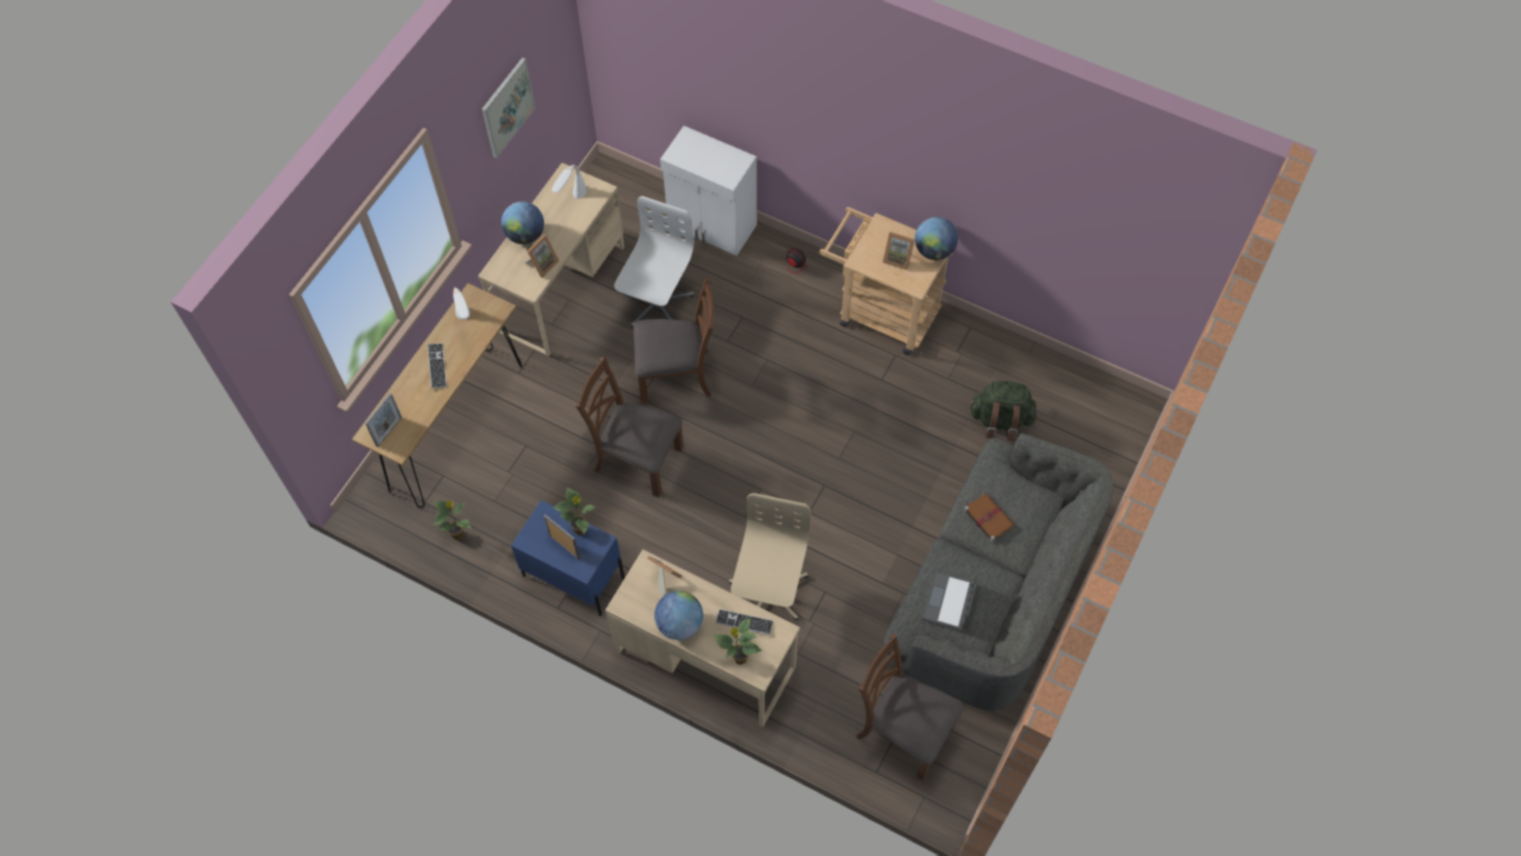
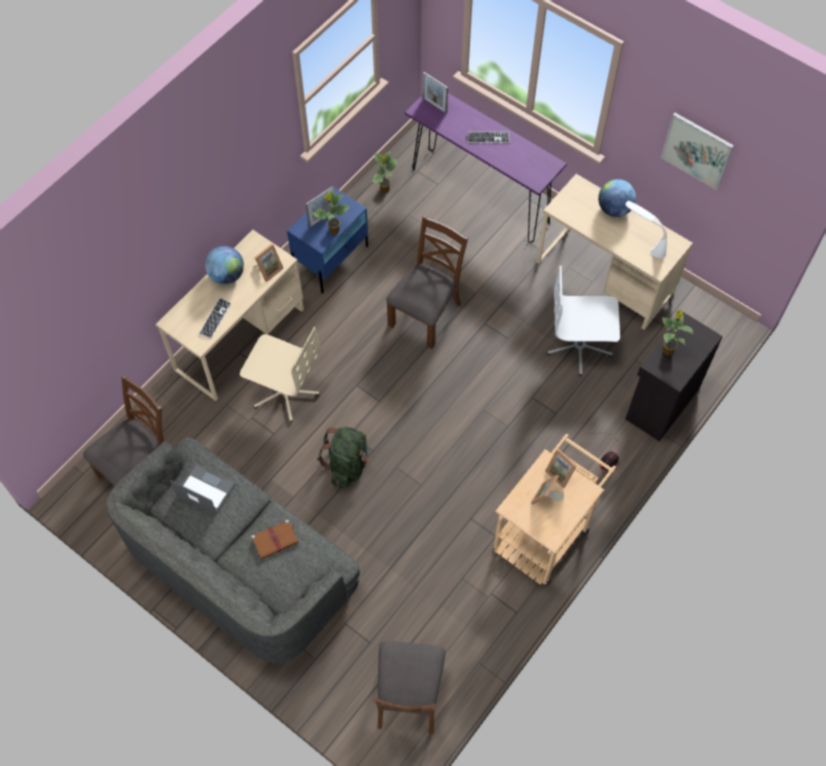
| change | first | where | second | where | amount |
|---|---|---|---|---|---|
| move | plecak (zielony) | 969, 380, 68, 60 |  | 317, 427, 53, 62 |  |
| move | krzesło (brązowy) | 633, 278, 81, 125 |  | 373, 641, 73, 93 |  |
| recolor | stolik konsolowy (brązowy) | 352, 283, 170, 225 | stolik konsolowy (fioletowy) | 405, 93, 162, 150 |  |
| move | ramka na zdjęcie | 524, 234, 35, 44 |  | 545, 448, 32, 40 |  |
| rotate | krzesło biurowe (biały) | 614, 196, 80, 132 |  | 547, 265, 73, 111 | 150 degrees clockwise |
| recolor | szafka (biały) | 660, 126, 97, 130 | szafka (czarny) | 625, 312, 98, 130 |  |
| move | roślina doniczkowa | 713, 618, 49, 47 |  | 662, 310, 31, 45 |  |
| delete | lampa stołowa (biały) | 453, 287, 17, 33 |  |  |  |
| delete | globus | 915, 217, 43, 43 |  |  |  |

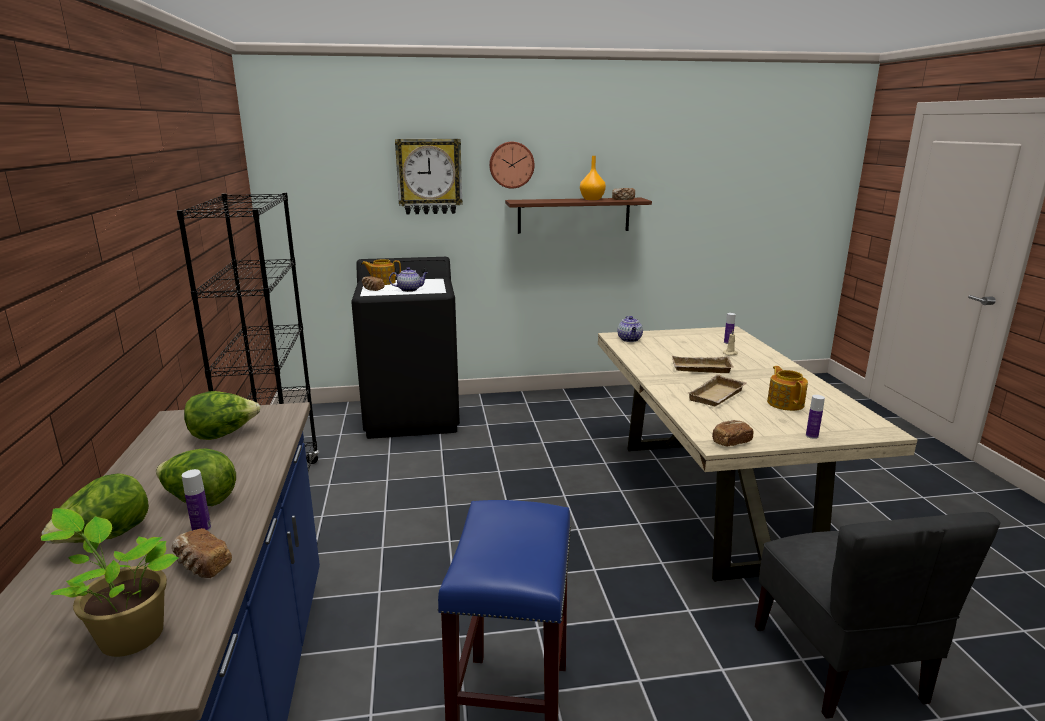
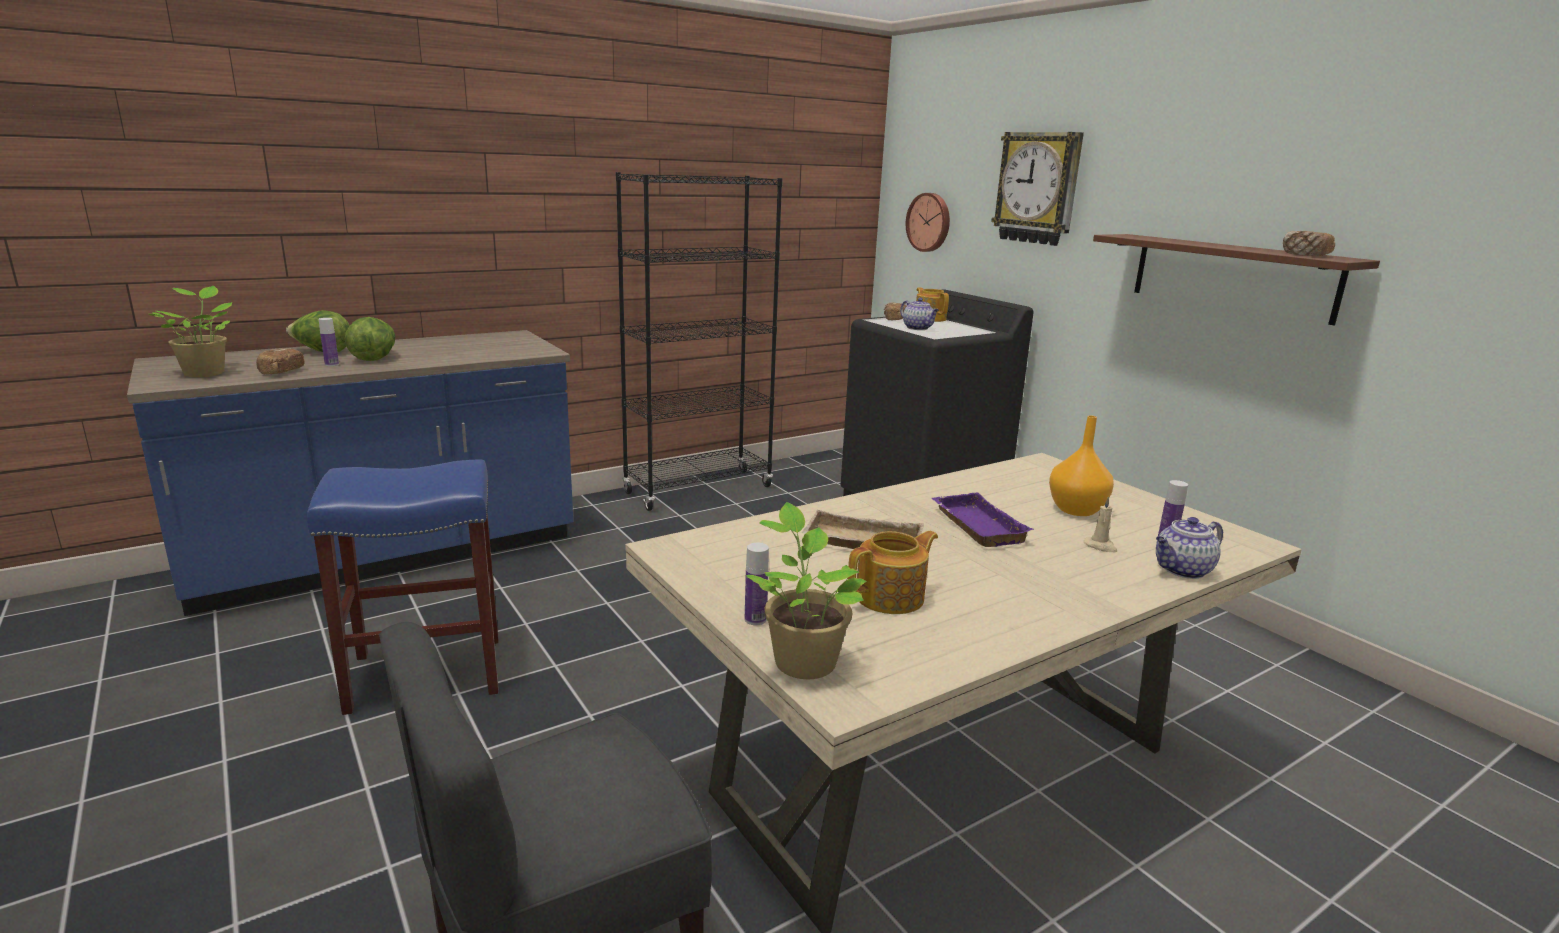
| change | first | where | second | where | amount |
|---|---|---|---|---|---|
| insert |  |  | roślina doniczkowa | 746, 502, 120, 177 |  |
| move | zegar ścienny | 489, 142, 45, 47 |  | 906, 193, 44, 59 |  |
| recolor | taca (beżowy) | 672, 356, 61, 17 | taca (fioletowy) | 931, 492, 103, 55 |  |
| move | wazon (pomarańczowy) | 580, 156, 26, 44 |  | 1049, 415, 65, 101 |  |
| move | imbryk | 617, 316, 26, 26 |  | 1156, 517, 67, 62 |  |
| delete | sałata | 184, 391, 77, 49 |  |  |  |
| delete | chleb | 712, 420, 42, 26 |  |  |  |

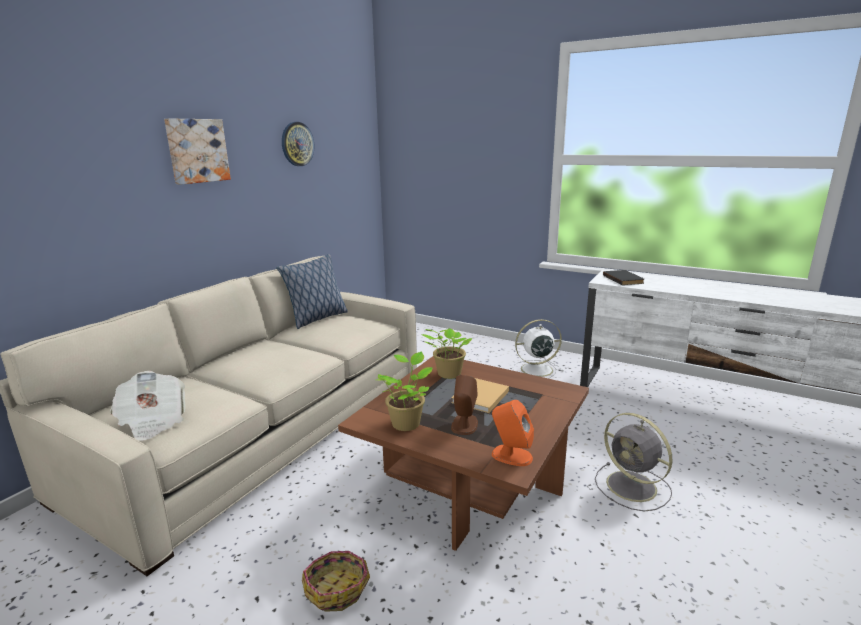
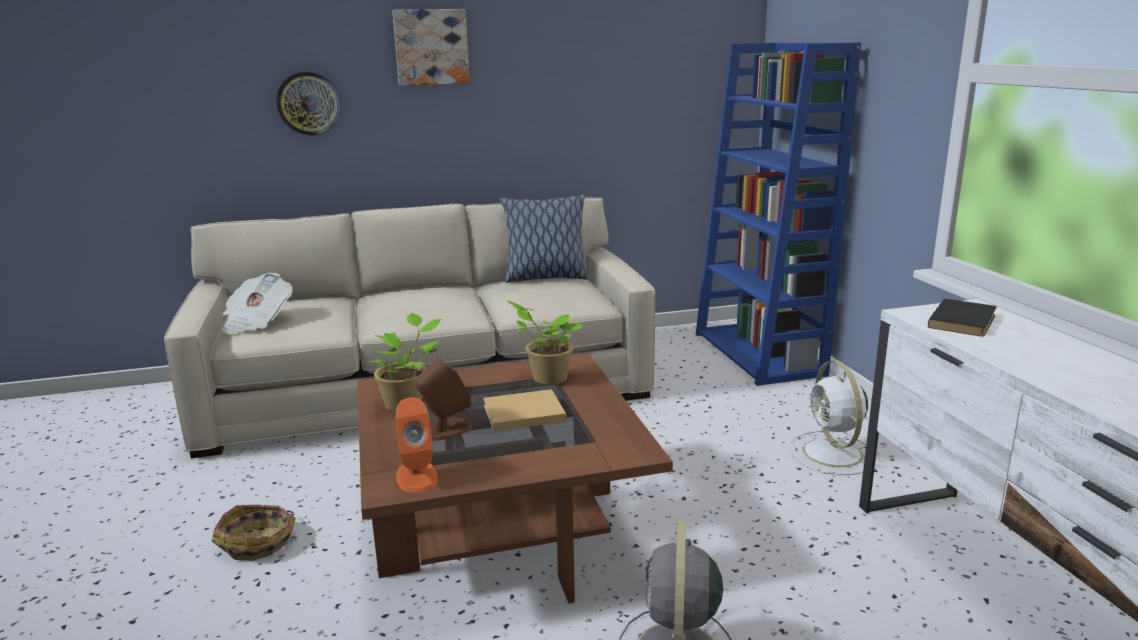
| change | first | where | second | where | amount |
|---|---|---|---|---|---|
| move | zegar ścienny | 282, 122, 32, 44 |  | 276, 72, 65, 64 |  |
| insert |  |  | regał (niebieski) | 696, 42, 165, 344 |  |
| rotate | wentylator (biały) | 513, 319, 51, 60 |  | 790, 361, 91, 114 | 135 degrees counterclockwise |

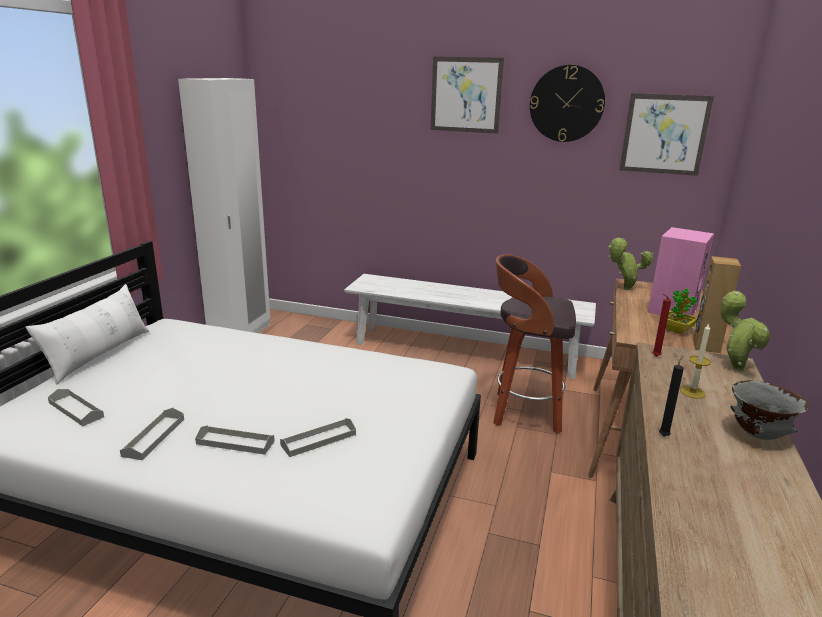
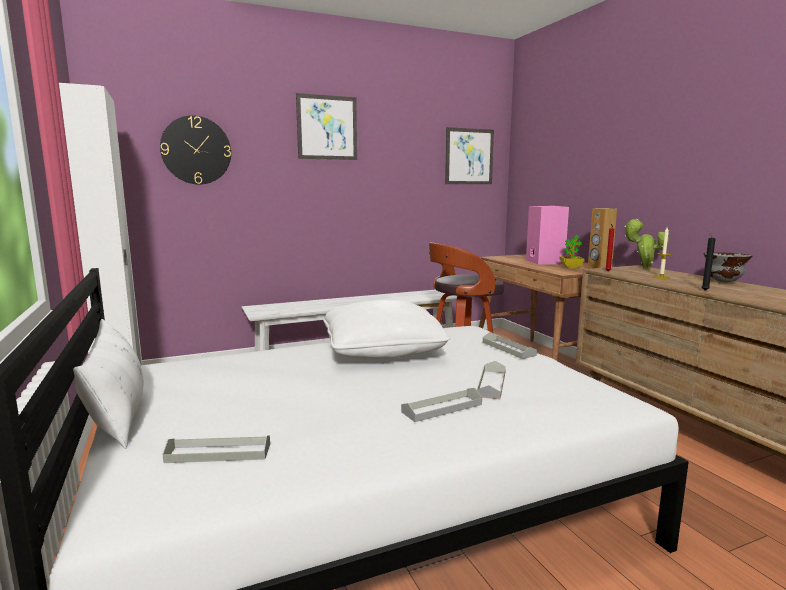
| change | first | where | second | where | amount |
|---|---|---|---|---|---|
| move | zegar ścienny | 530, 65, 75, 77 |  | 160, 115, 71, 69 |  |
| insert |  |  | poduszka (biały) | 323, 300, 128, 59 |  |
| move | taca (szary) | 120, 408, 64, 52 |  | 483, 332, 54, 27 |  |
| delete | roślina doniczkowa | 609, 238, 45, 52 |  |  |  |

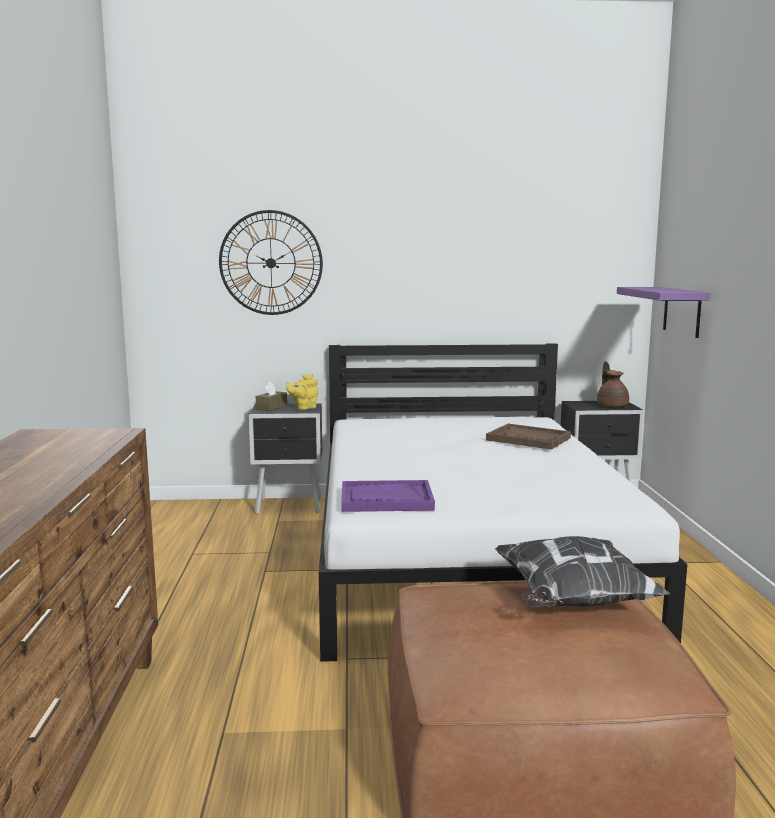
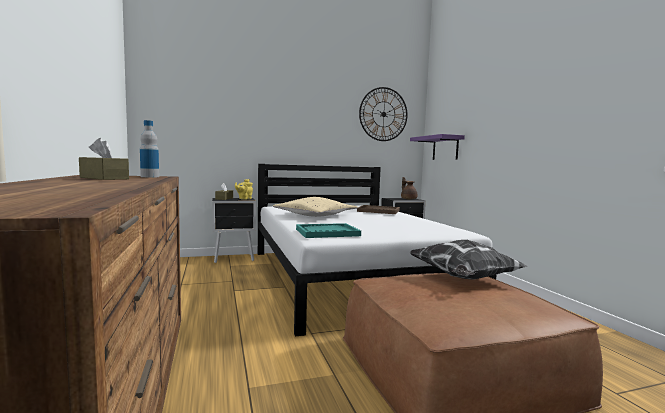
| change | first | where | second | where | amount |
|---|---|---|---|---|---|
| insert |  |  | pudełko chusteczek (brązowy) | 79, 138, 50, 42 |  |
| insert |  |  | butelka | 140, 120, 19, 57 |  |
| insert |  |  | poduszka (beżowy) | 273, 197, 85, 20 |  |
| recolor | taca (fioletowy) | 342, 480, 93, 32 | taca (turkusowy) | 296, 223, 65, 15 |  |
| move | zegar ścienny | 219, 210, 104, 105 |  | 359, 87, 48, 54 |  |

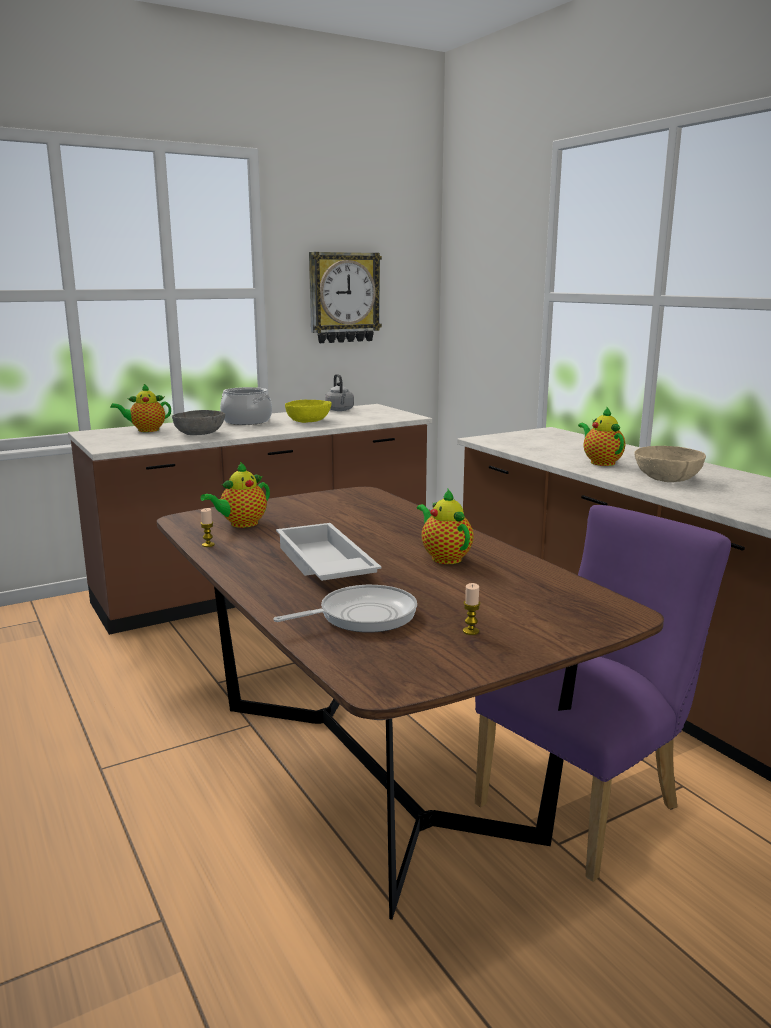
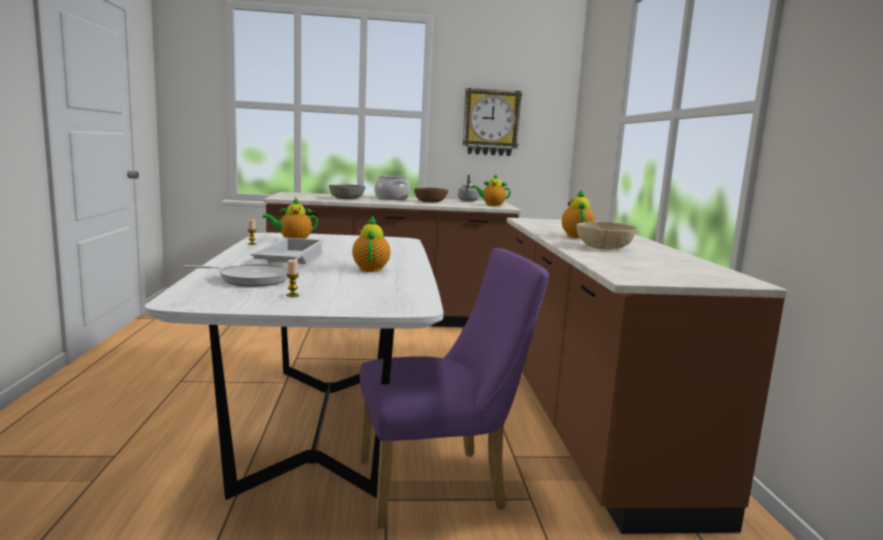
| change | first | where | second | where | amount |
|---|---|---|---|---|---|
| recolor | stół jadalny (brązowy) | 157, 487, 507, 433 | stół jadalny (biały) | 144, 233, 299, 267 |  |
| recolor | miska (żółty) | 285, 400, 47, 23 | miska (brązowy) | 414, 188, 34, 14 |  |
| move | imbryk | 111, 383, 60, 49 |  | 472, 174, 39, 33 |  |

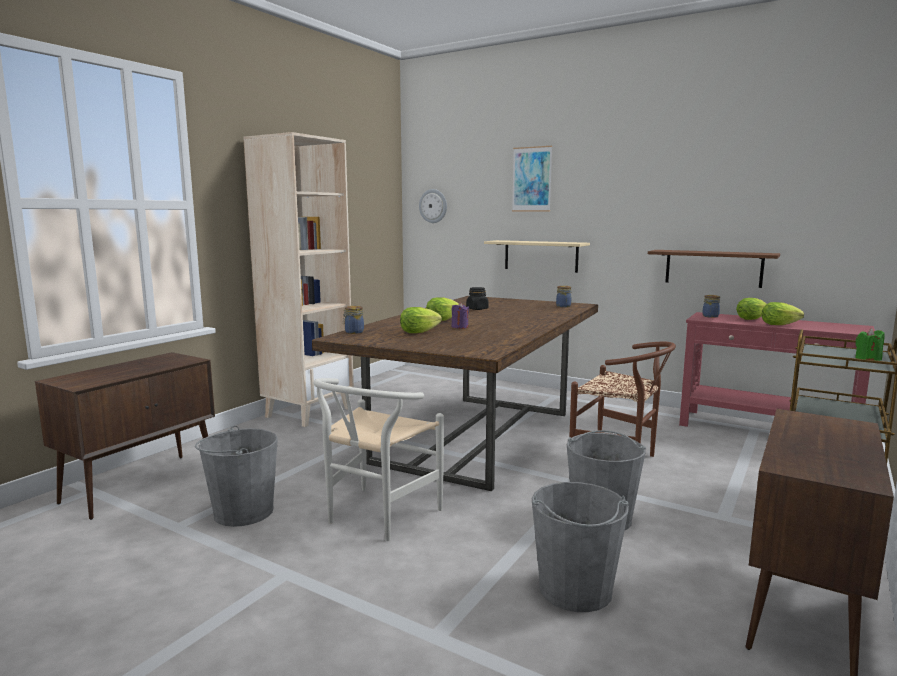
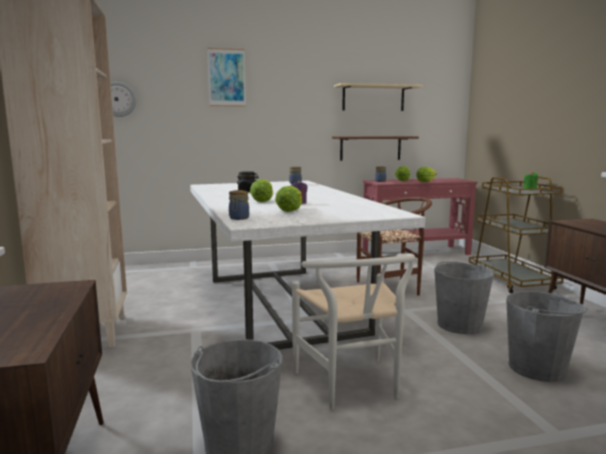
| change | first | where | second | where | amount |
|---|---|---|---|---|---|
| recolor | stół jadalny (brązowy) | 312, 296, 286, 195 | stół jadalny (biały) | 190, 181, 235, 168 |  |
| move | półka (beżowy) | 484, 240, 106, 33 |  | 334, 83, 89, 28 |  |

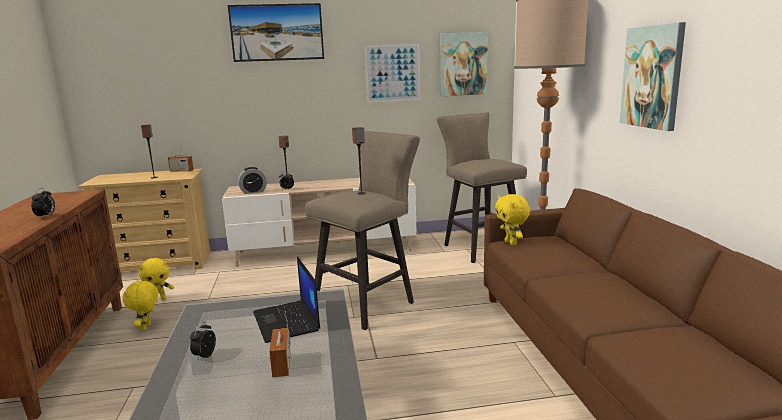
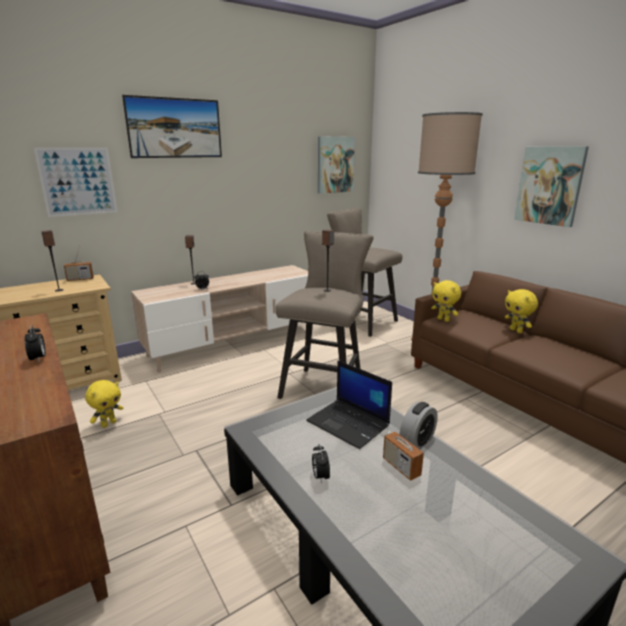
| change | first | where | second | where | amount |
|---|---|---|---|---|---|
| move | obraz | 365, 44, 55, 58 |  | 34, 147, 84, 70 |  |
| move | budzik | 238, 167, 29, 27 |  | 399, 402, 39, 47 |  |
| move | pluszak (żółty) | 123, 280, 35, 51 |  | 505, 289, 33, 44 |  |

